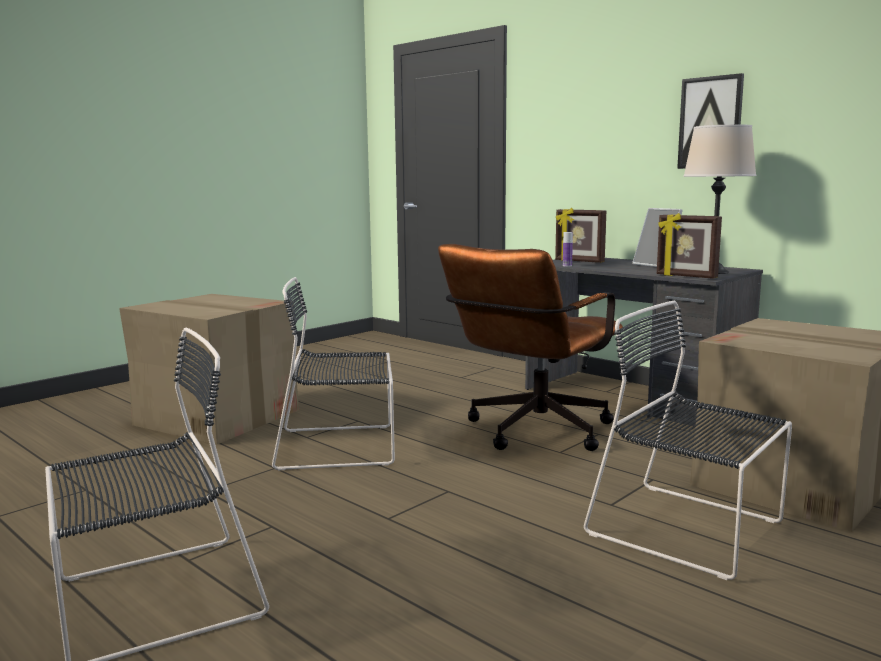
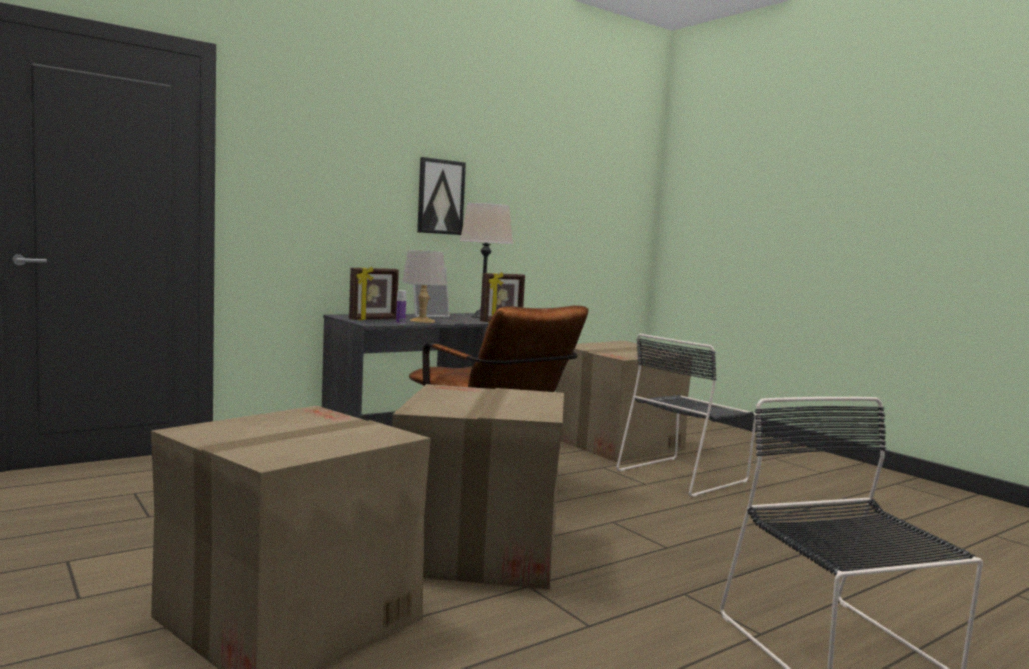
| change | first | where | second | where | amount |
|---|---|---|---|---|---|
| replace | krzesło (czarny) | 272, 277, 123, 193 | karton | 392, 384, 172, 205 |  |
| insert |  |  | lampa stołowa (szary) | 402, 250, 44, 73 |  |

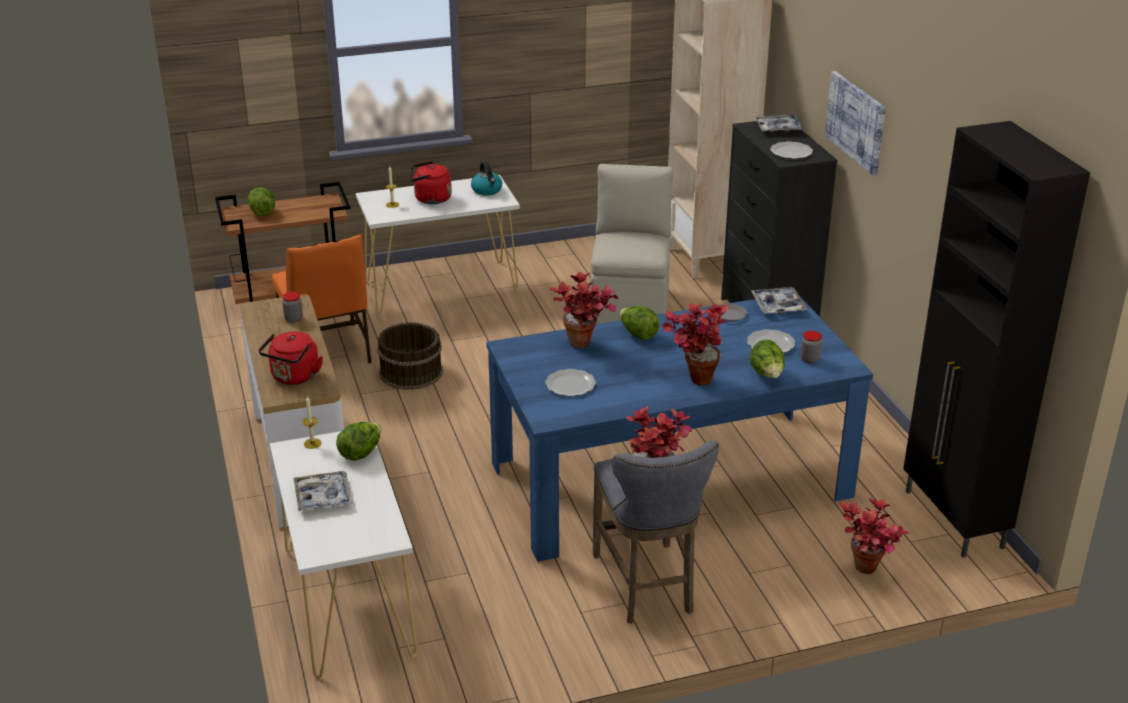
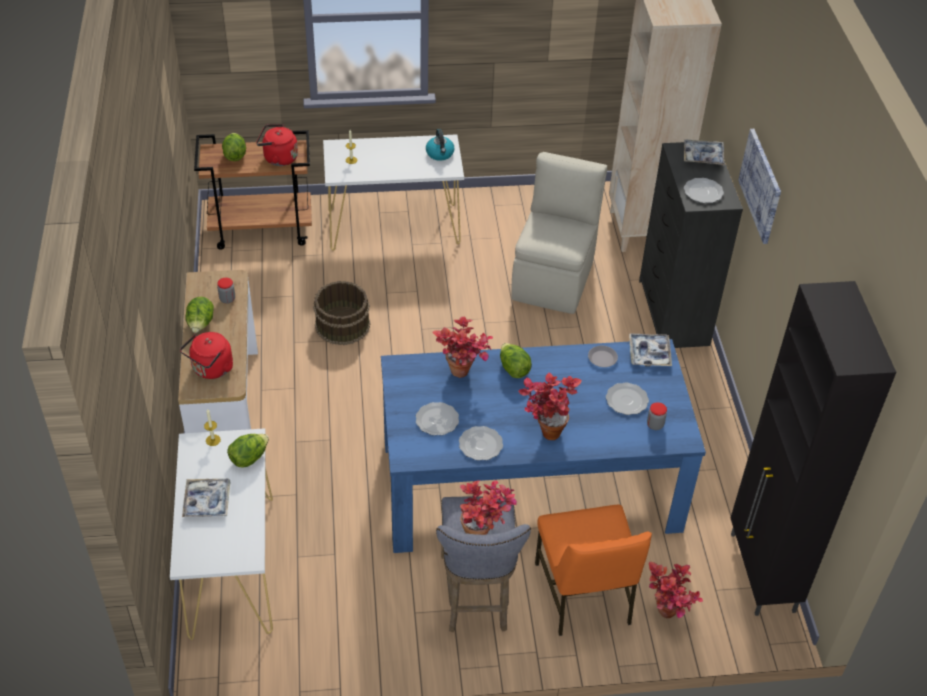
| change | first | where | second | where | amount |
|---|---|---|---|---|---|
| move | sałata | 750, 340, 35, 38 |  | 185, 297, 29, 36 |  |
| move | czajnik (czerwony) | 410, 161, 42, 43 |  | 256, 124, 42, 42 |  |
| insert |  |  | talerz | 459, 426, 44, 35 |  |
| move | krzesło (pomarańczowy) | 272, 235, 100, 128 |  | 535, 505, 117, 131 |  |

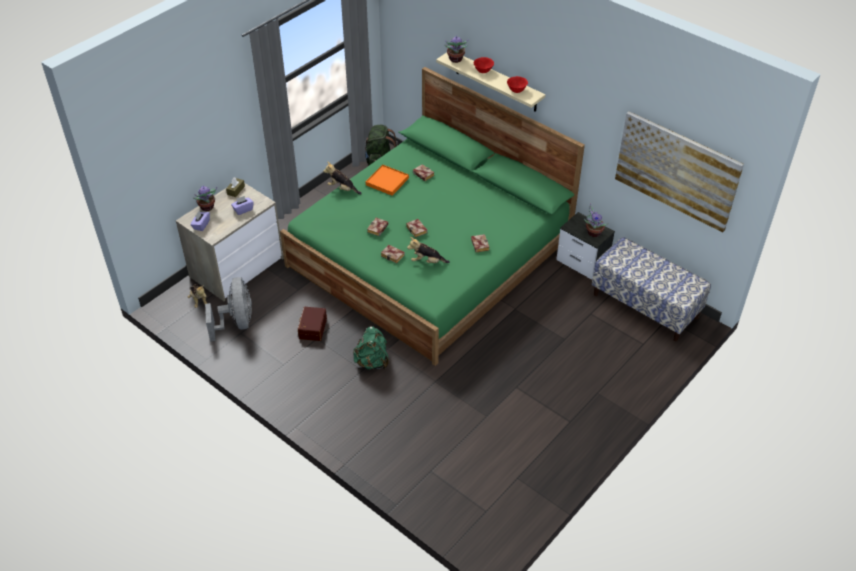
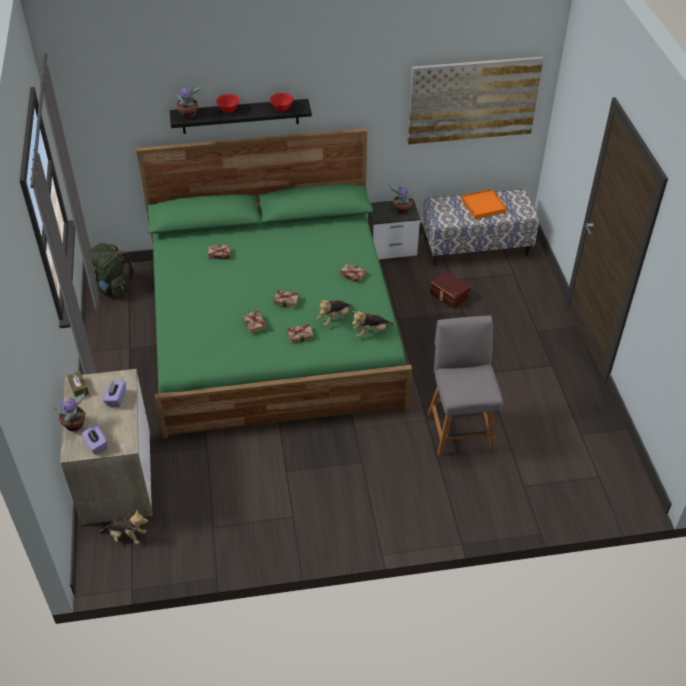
| change | first | where | second | where | amount |
|---|---|---|---|---|---|
| recolor | półka (beżowy) | 436, 53, 109, 59 | półka (czarny) | 170, 99, 142, 35 |  |
| move | pluszak | 323, 161, 39, 33 |  | 352, 311, 42, 27 |  |
| insert |  |  | krzesło (szary) | 428, 316, 75, 140 |  |
| move | pojemnik do przechowywania (brązowy) | 298, 307, 29, 34 |  | 430, 272, 40, 37 |  |
| move | taca (pomarańczowy) | 366, 164, 43, 32 |  | 461, 189, 46, 30 |  |
| delete | wentylator (szary) | 205, 277, 47, 64 |  |  |  |
| delete | plecak (zielony) | 353, 326, 36, 44 |  |  |  |

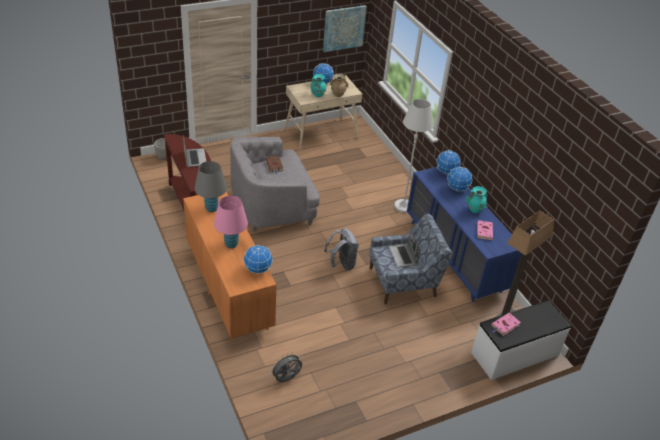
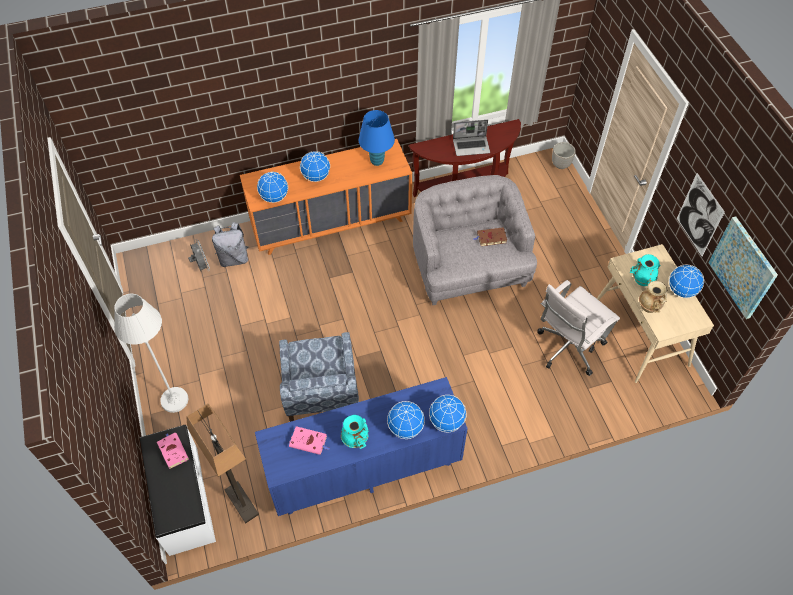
| change | first | where | second | where | amount |
|---|---|---|---|---|---|
| move | lampa stojąca (biały) | 394, 99, 40, 114 |  | 114, 293, 75, 120 |  |
| move | plecak (szary) | 324, 228, 35, 42 |  | 212, 222, 37, 45 |  |
| replace | lampa stołowa (różowy) | 214, 196, 34, 52 | globus | 300, 151, 30, 31 |  |
| recolor | lampa stołowa (szary) | 195, 161, 32, 51 | lampa stołowa (niebieski) | 359, 110, 36, 56 |  |
| insert |  |  | krzesło biurowe (biały) | 537, 280, 83, 96 |  |
| insert |  |  | obraz | 677, 173, 48, 83 |  |
| delete | laptop | 389, 230, 32, 37 |  |  |  |

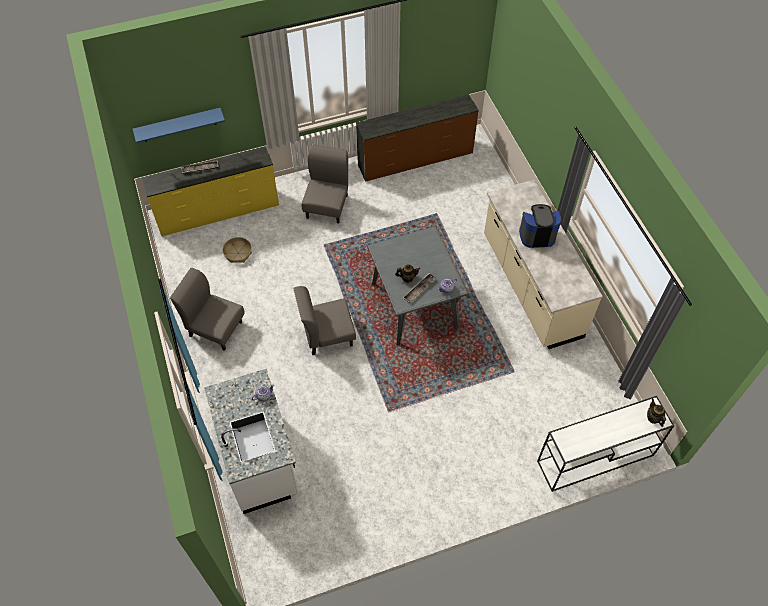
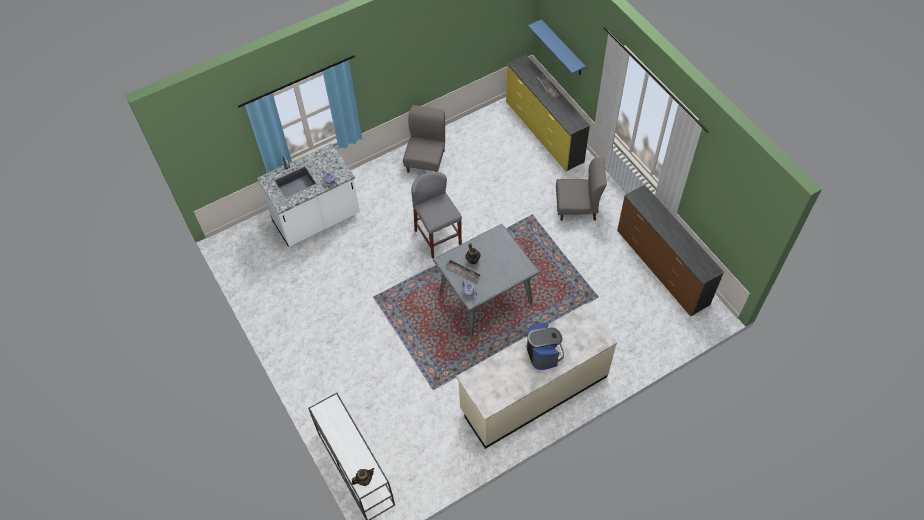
| change | first | where | second | where | amount |
|---|---|---|---|---|---|
| replace | krzesło (szary) | 293, 286, 63, 69 | stołek (szary) | 411, 172, 51, 87 |  |
| delete | koszyk | 223, 237, 29, 26 |  |  |  |

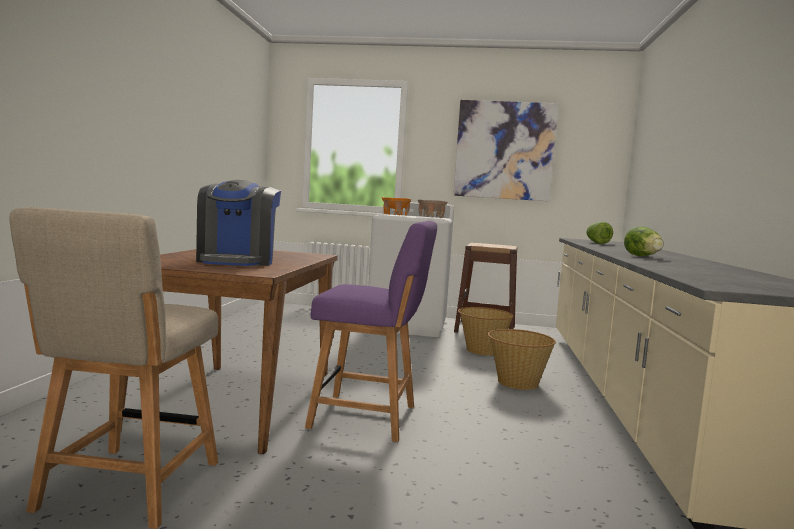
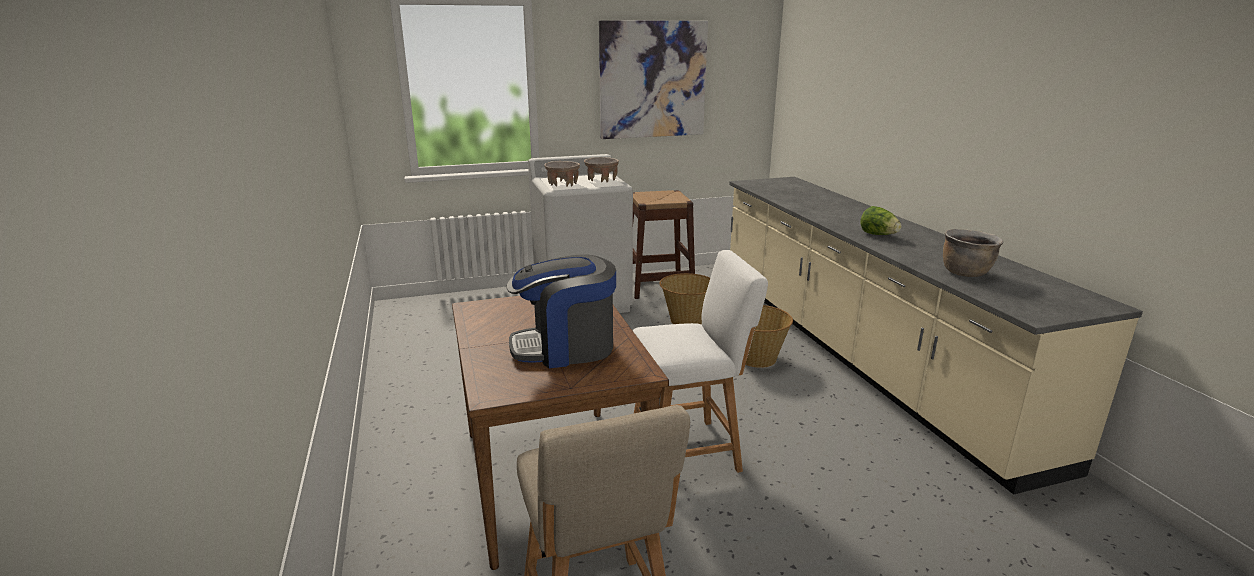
| change | first | where | second | where | amount |
|---|---|---|---|---|---|
| rotate | ekspres do kawy | 196, 180, 85, 86 |  | 507, 254, 109, 114 | 105 degrees clockwise |
| recolor | miska (pomarańczowy) | 382, 197, 29, 19 | miska (beżowy) | 544, 161, 36, 26 |  |
| recolor | krzesło (fioletowy) | 305, 221, 132, 221 | krzesło (biały) | 632, 250, 136, 223 |  |
| insert |  |  | garnek (brązowy) | 943, 229, 61, 48 |  |
| delete | sałata | 586, 222, 27, 22 |  |  |  |

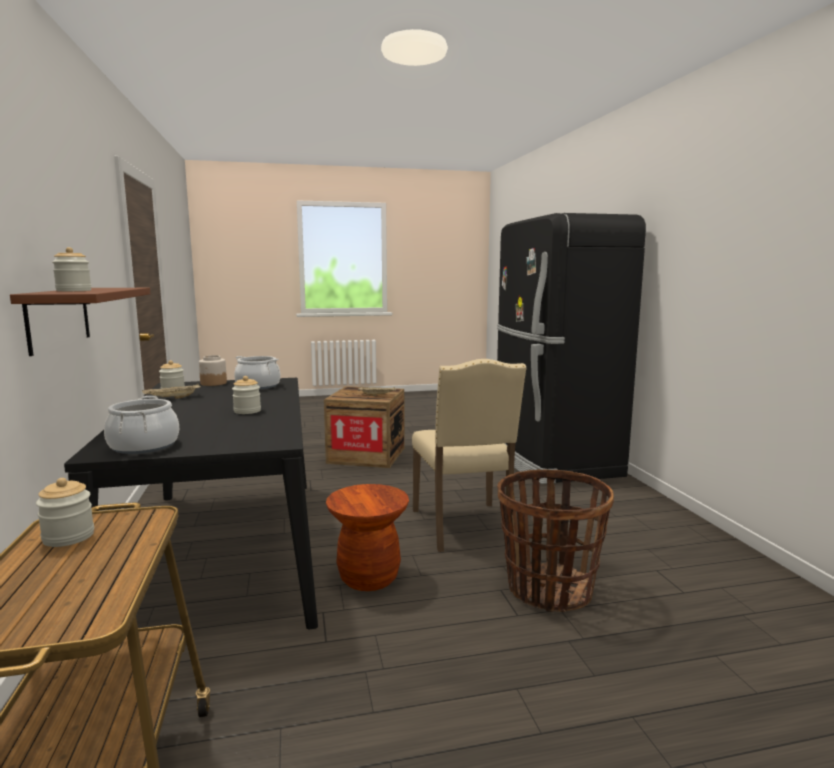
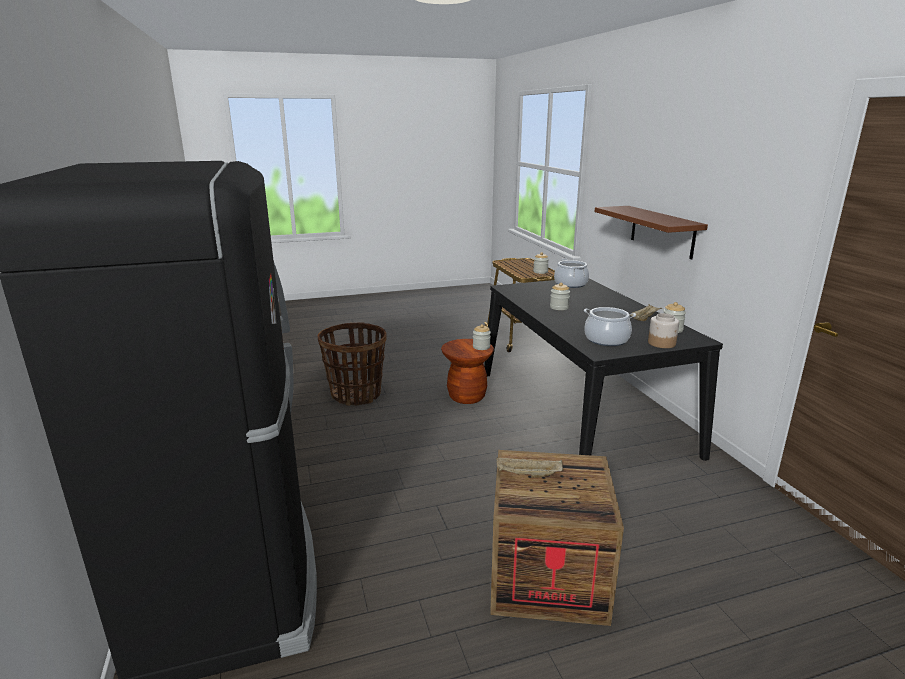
| change | first | where | second | where | amount |
|---|---|---|---|---|---|
| move | słoik | 52, 247, 40, 44 |  | 473, 324, 18, 26 |  |
| delete | krzesło (beżowy) | 412, 359, 114, 193 |  |  |  |

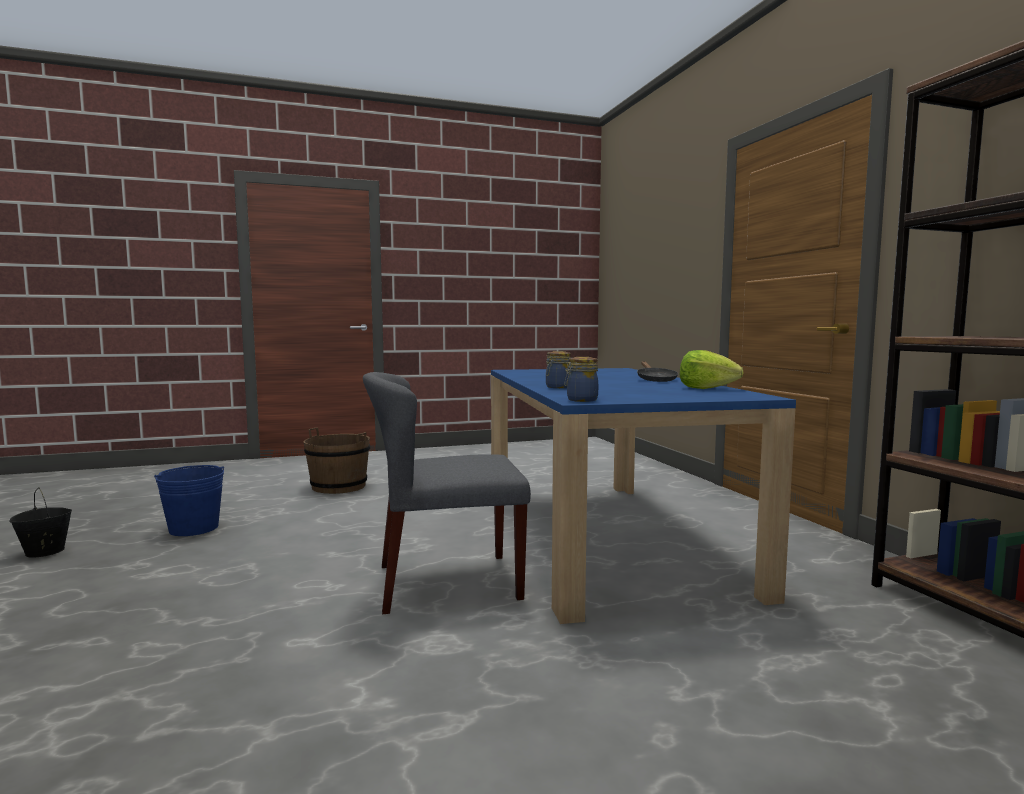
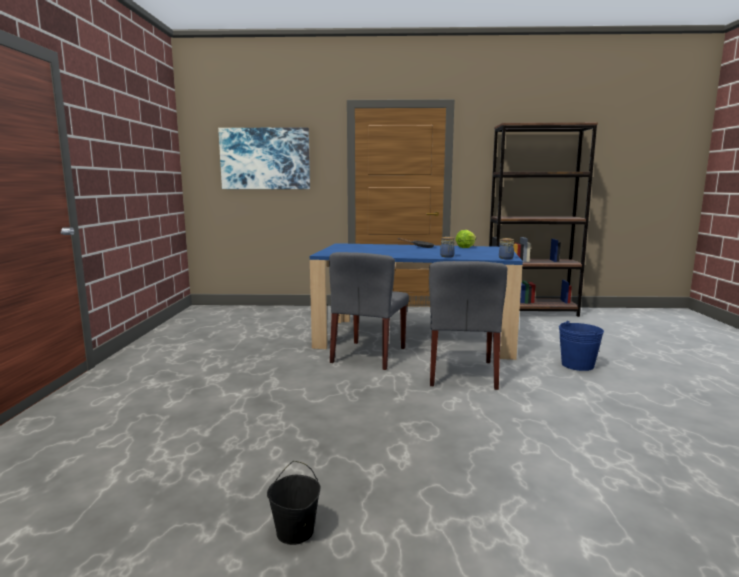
| change | first | where | second | where | amount |
|---|---|---|---|---|---|
| insert |  |  | obraz | 218, 127, 92, 62 |  |
| insert |  |  | krzesło (szary) | 329, 252, 80, 118 |  |
| move | wiadro (niebieski) | 154, 465, 70, 71 |  | 559, 321, 45, 50 |  |
| delete | wiadro (brązowy) | 303, 427, 67, 67 |  |  |  |

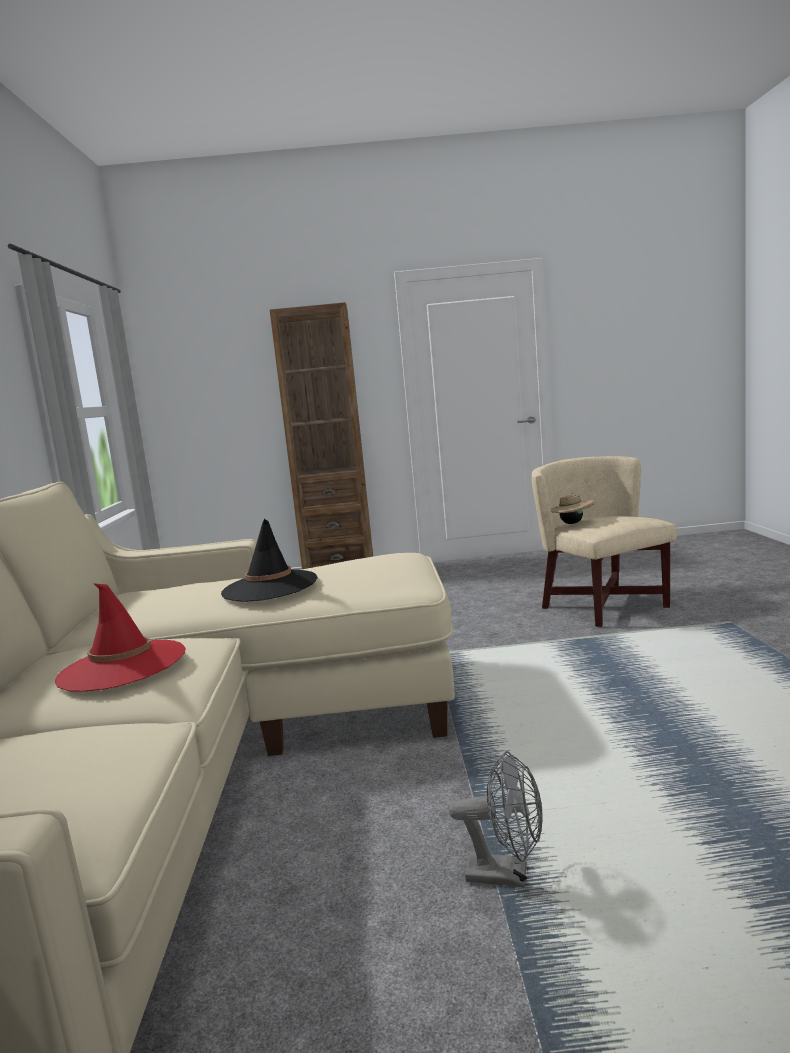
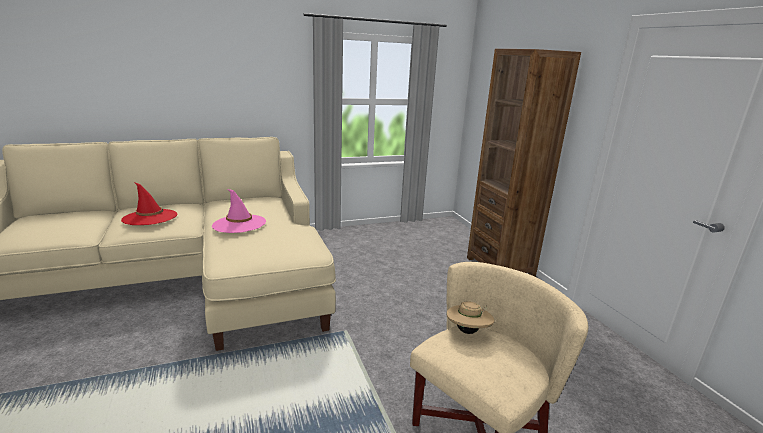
| change | first | where | second | where | amount |
|---|---|---|---|---|---|
| recolor | kapelusz (czarny) | 221, 519, 97, 83 | kapelusz (różowy) | 212, 189, 54, 44 |  |
| delete | wentylator (szary) | 449, 751, 94, 137 |  |  |  |

